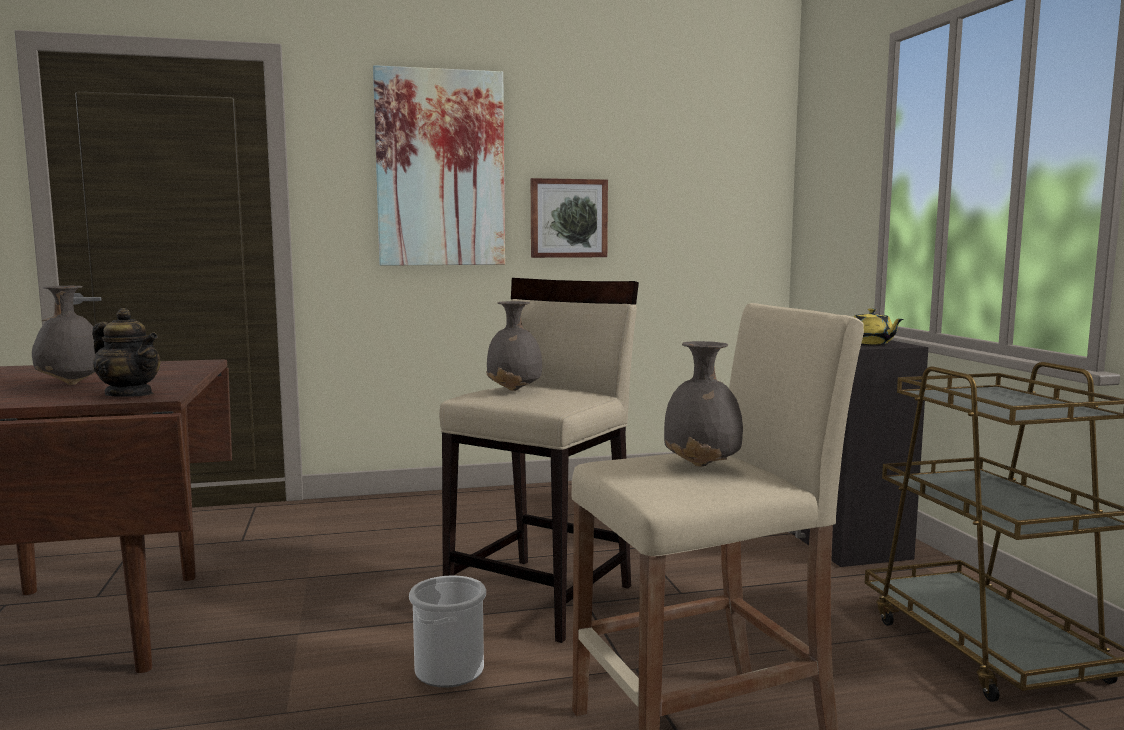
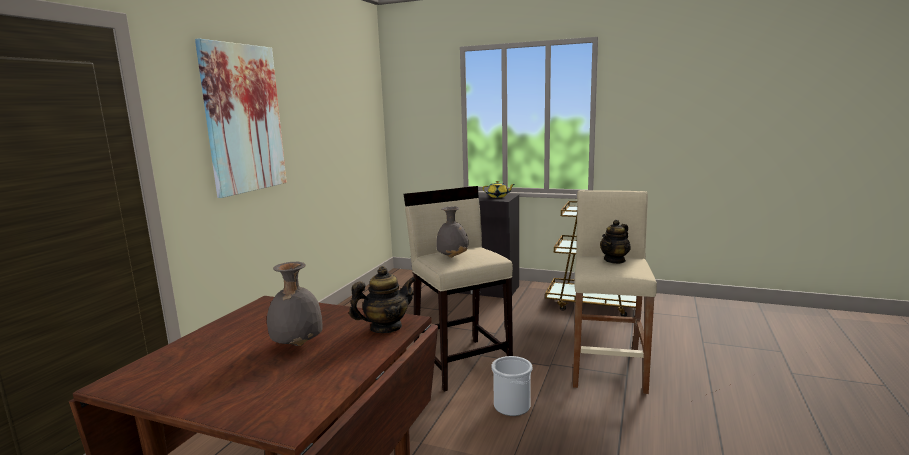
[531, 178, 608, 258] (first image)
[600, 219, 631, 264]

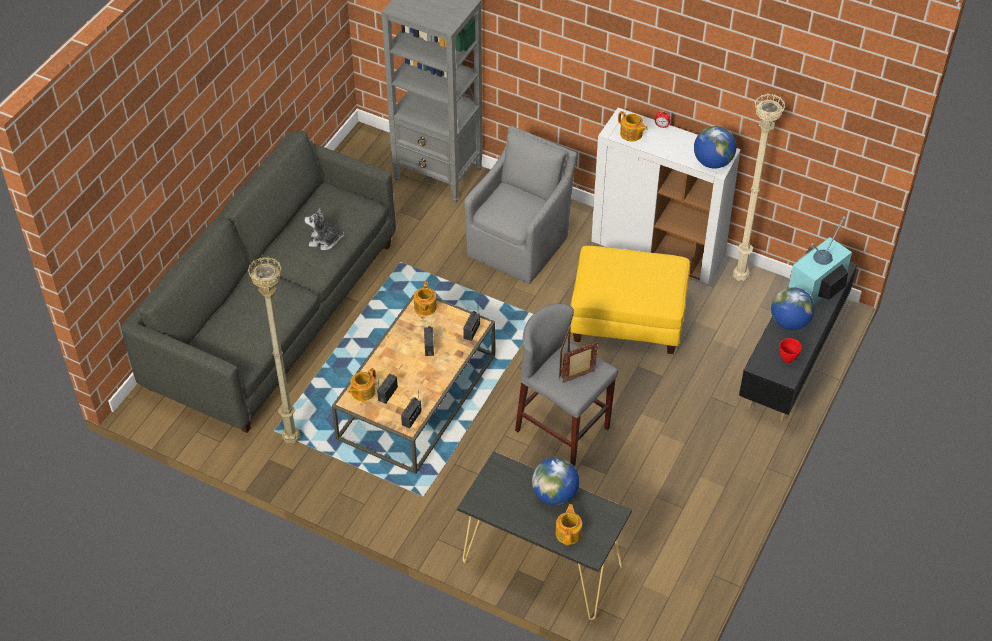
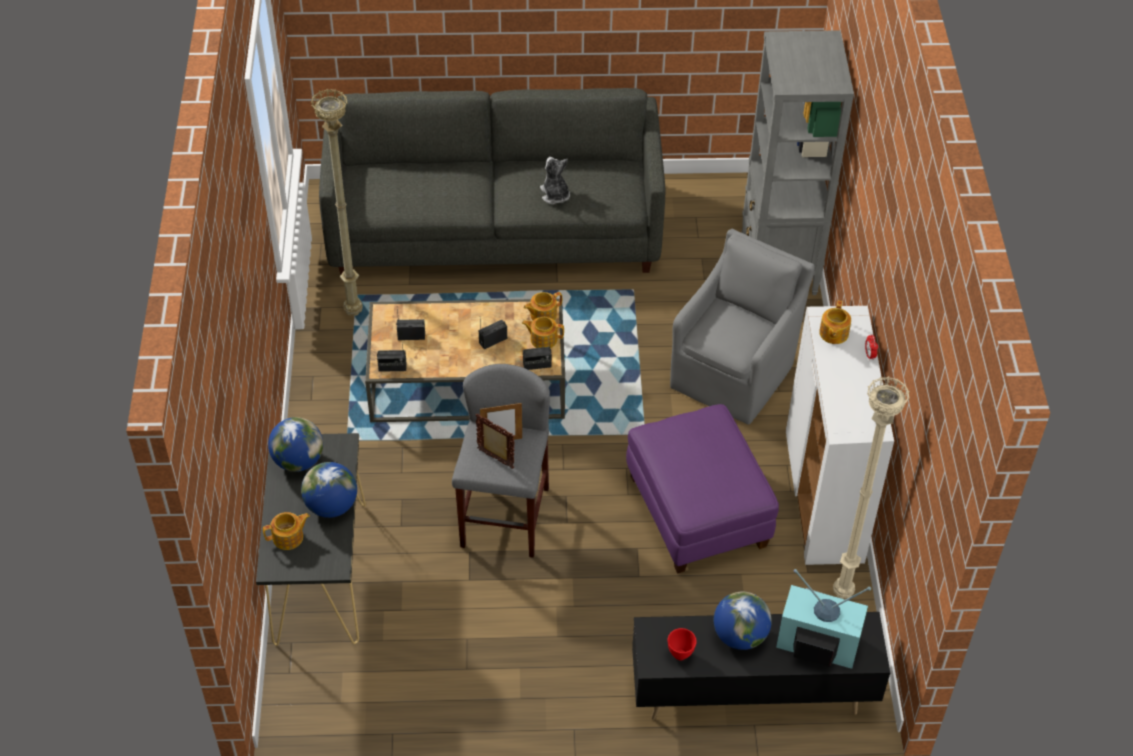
[670, 229, 815, 425]
[268, 417, 323, 472]
[626, 404, 779, 574]
[522, 317, 564, 348]

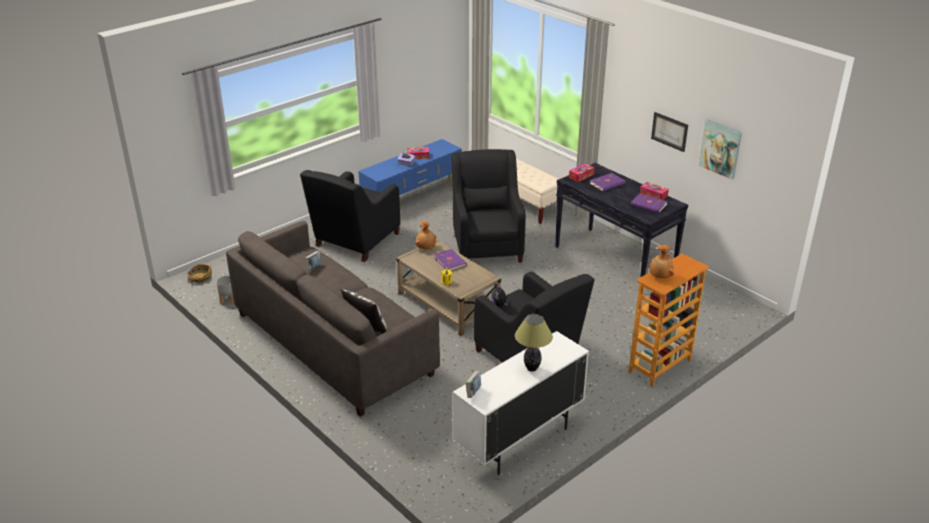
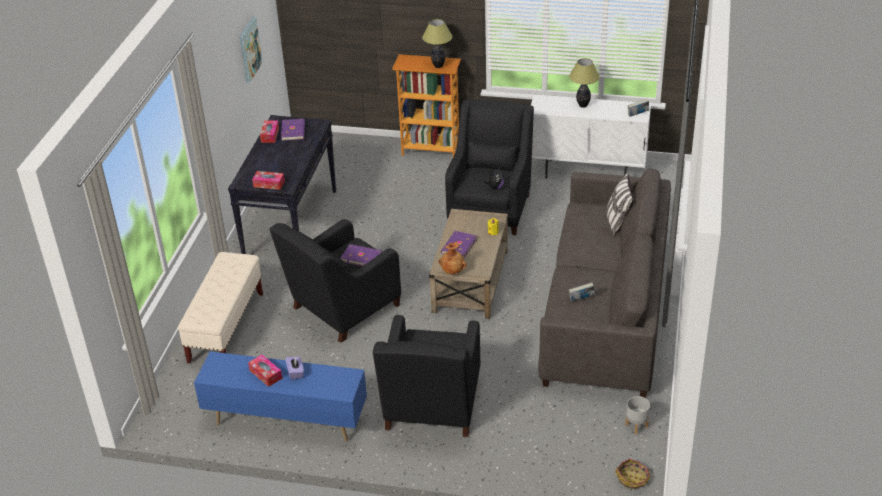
[651, 112, 688, 152] (first image)
[373, 315, 480, 437]
[341, 244, 382, 266]
[422, 19, 452, 68]

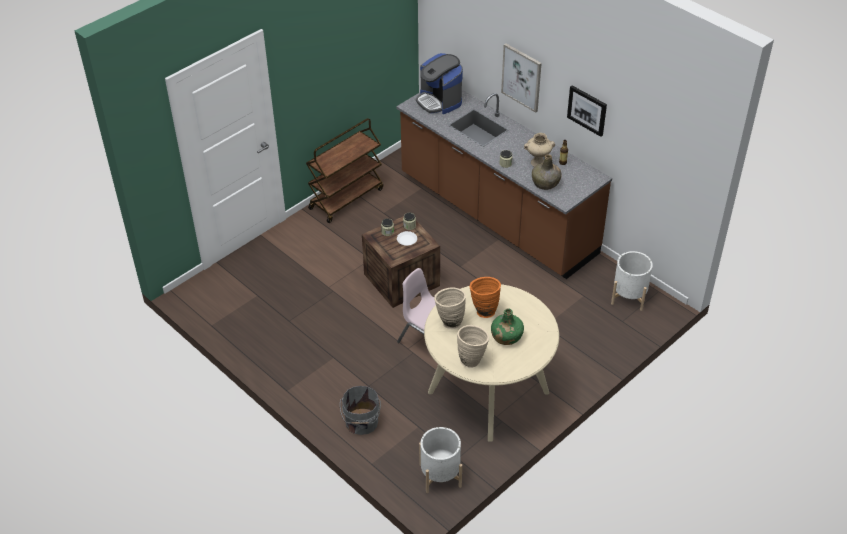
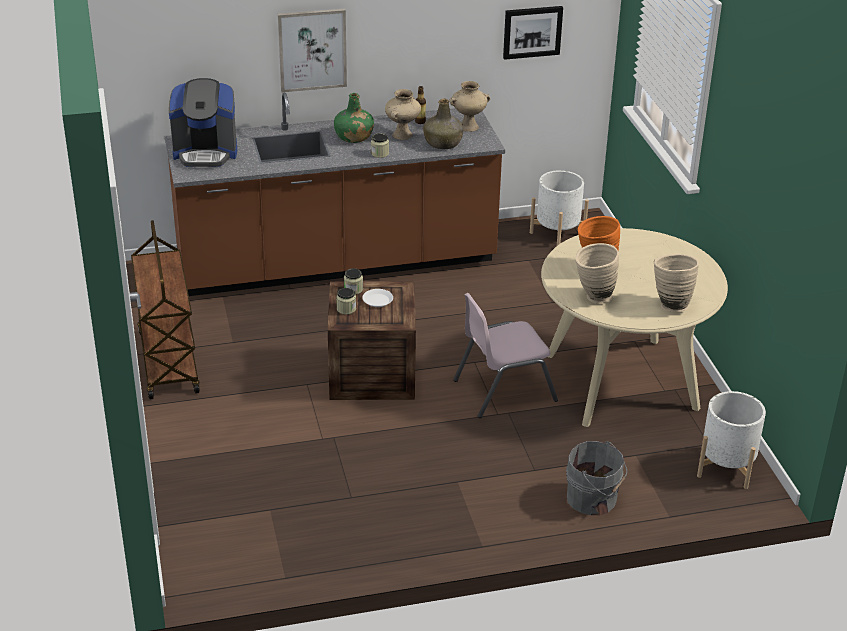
[503, 6, 563, 60]
[334, 93, 374, 143]
[449, 81, 490, 132]

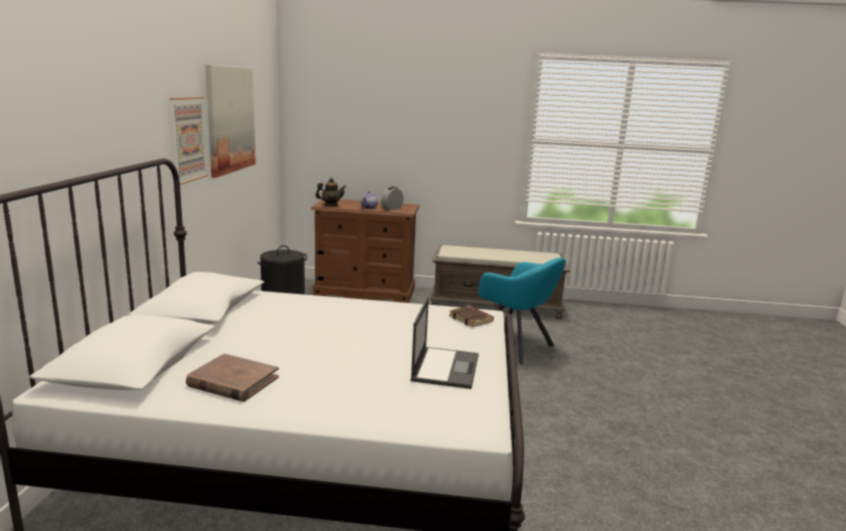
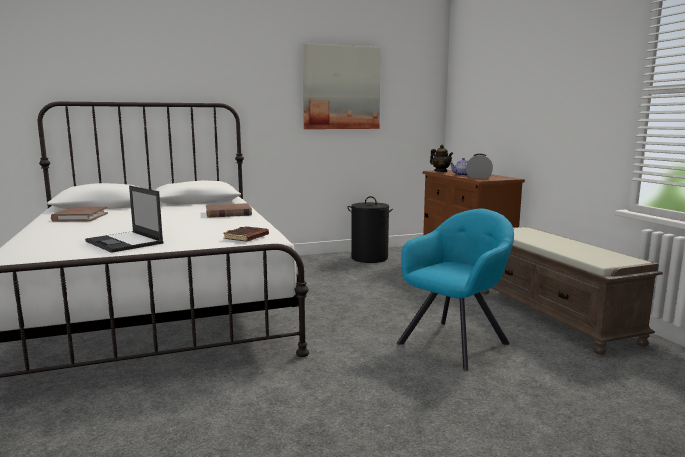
[170, 97, 208, 185] (first image)
[396, 208, 514, 371]
[85, 185, 164, 253]
[206, 203, 252, 218]

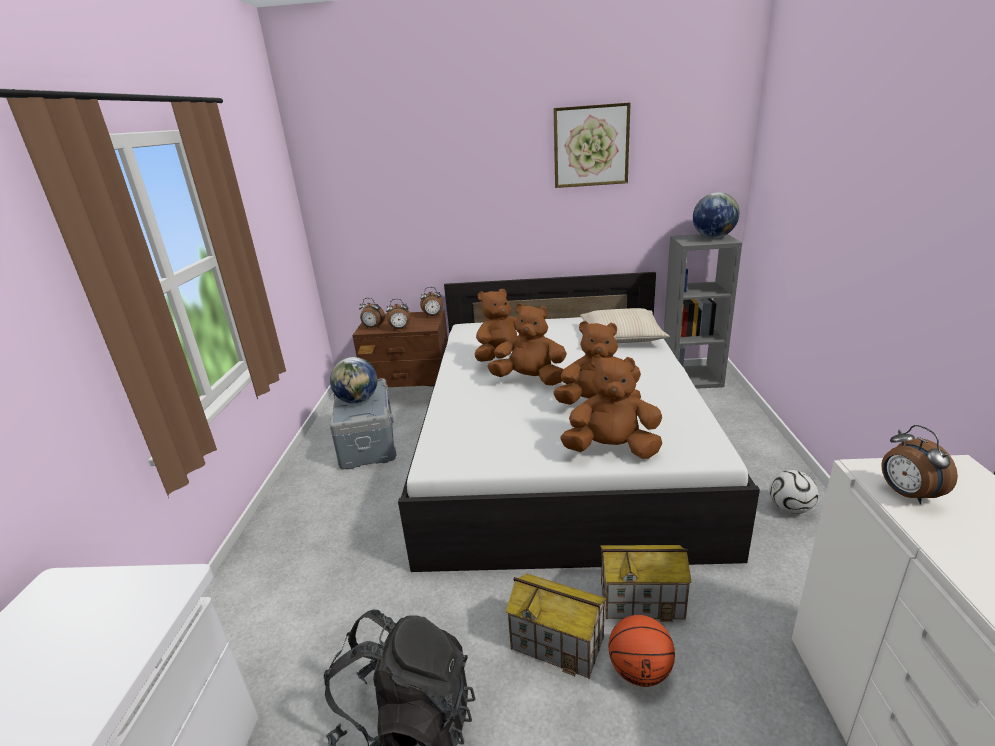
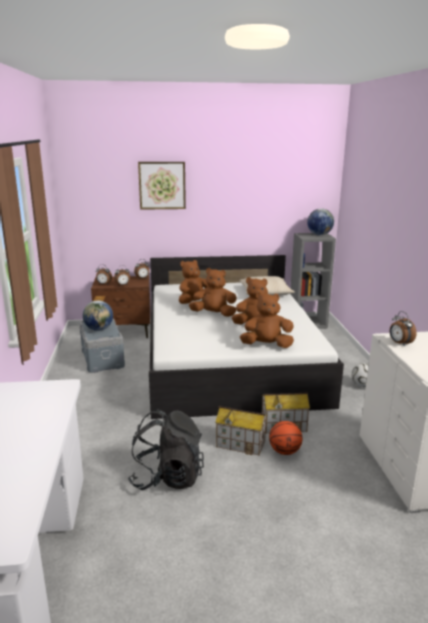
[138, 162, 186, 210]

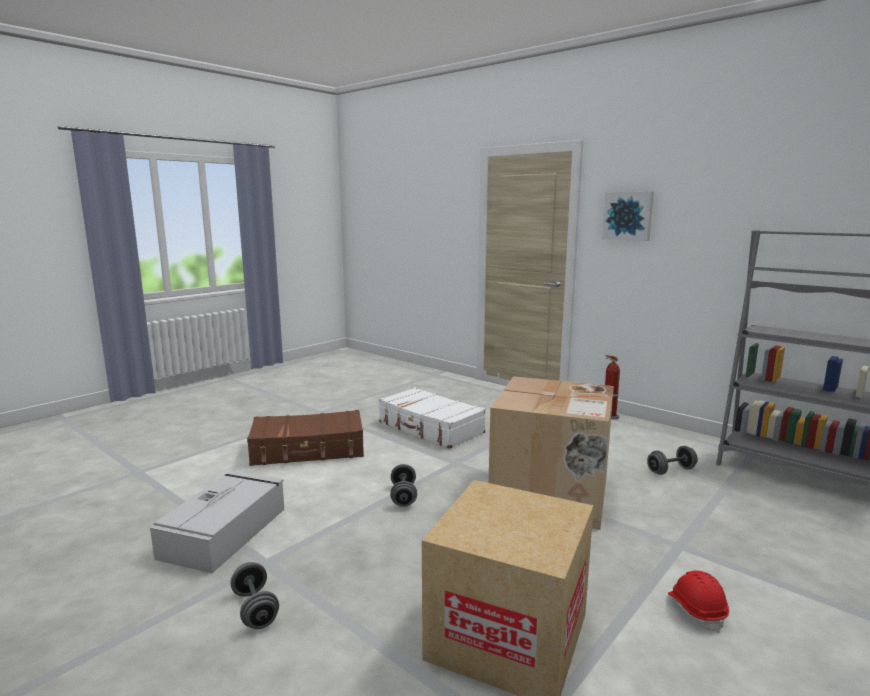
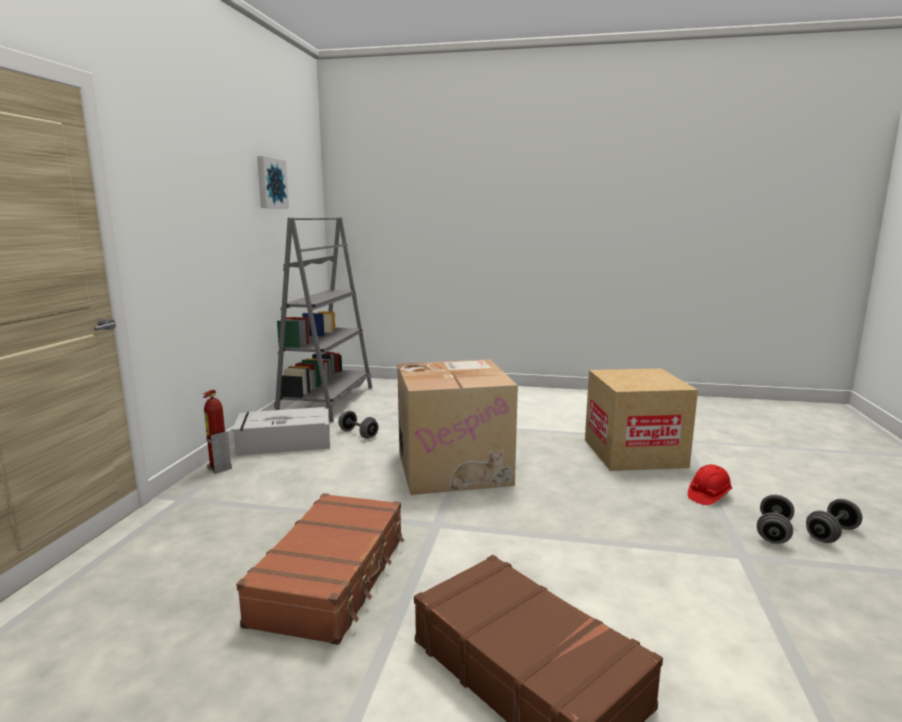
[257, 156, 289, 209]
[236, 493, 404, 645]
[806, 499, 862, 543]
[232, 407, 330, 456]
[688, 464, 732, 505]

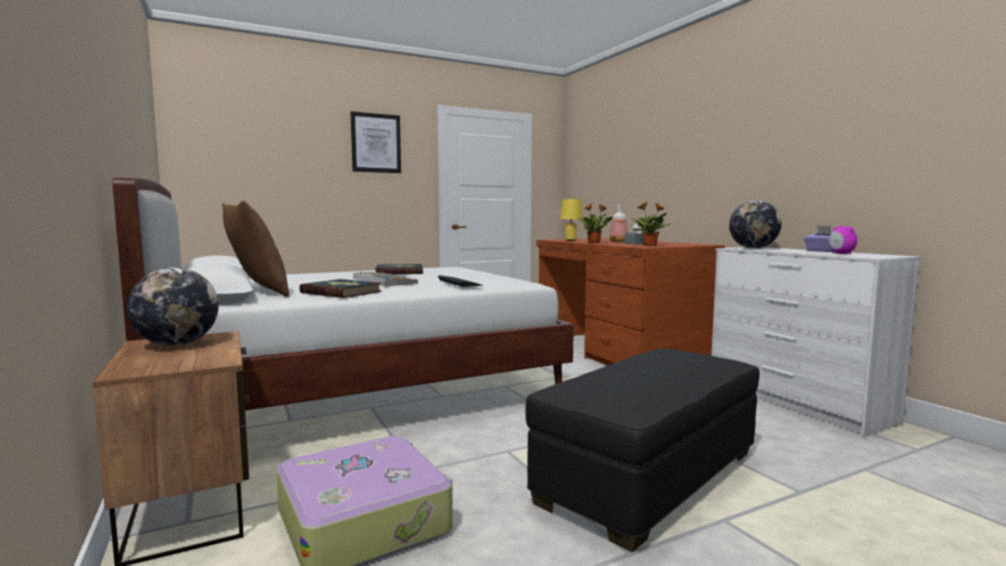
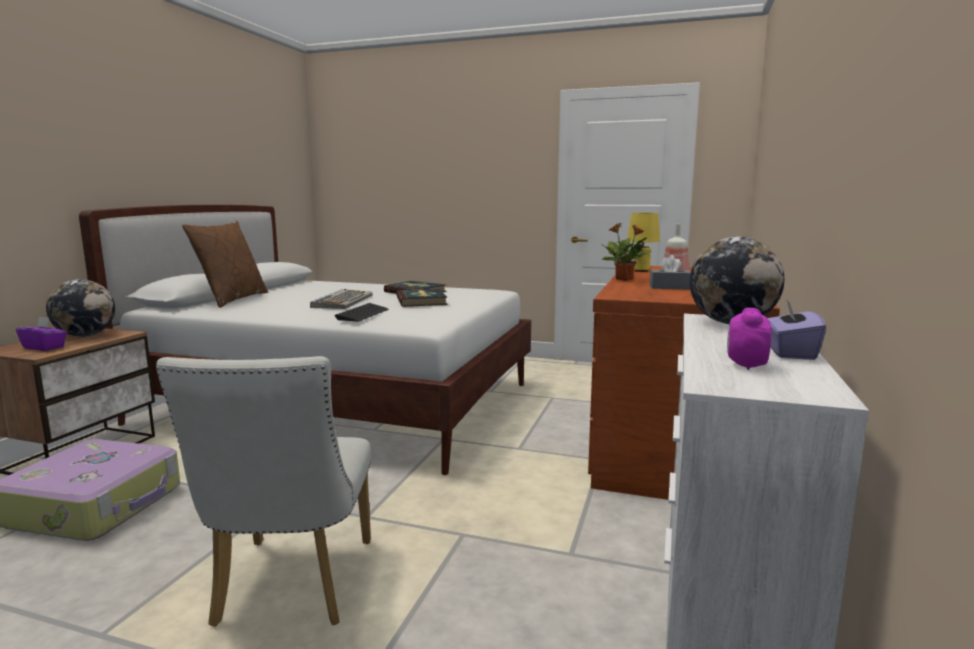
[350, 111, 401, 173] (first image)
[631, 202, 671, 246] (first image)
[396, 289, 447, 307]
[156, 356, 371, 627]
[16, 316, 67, 351]

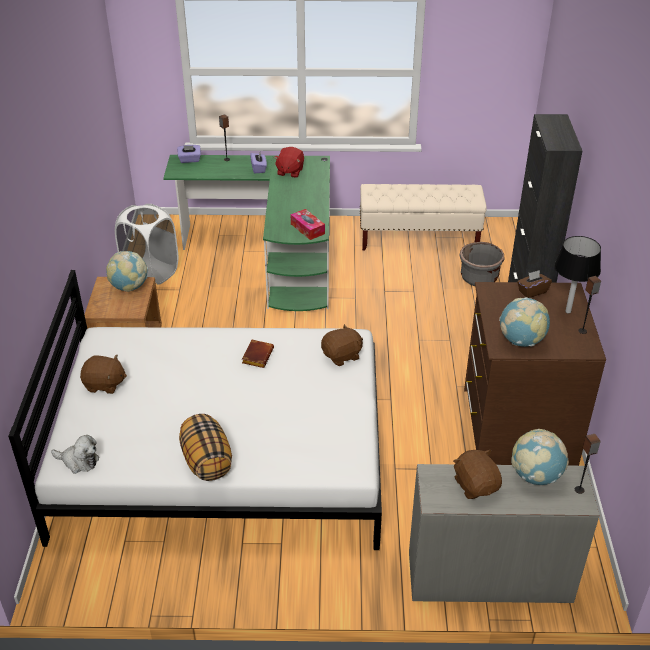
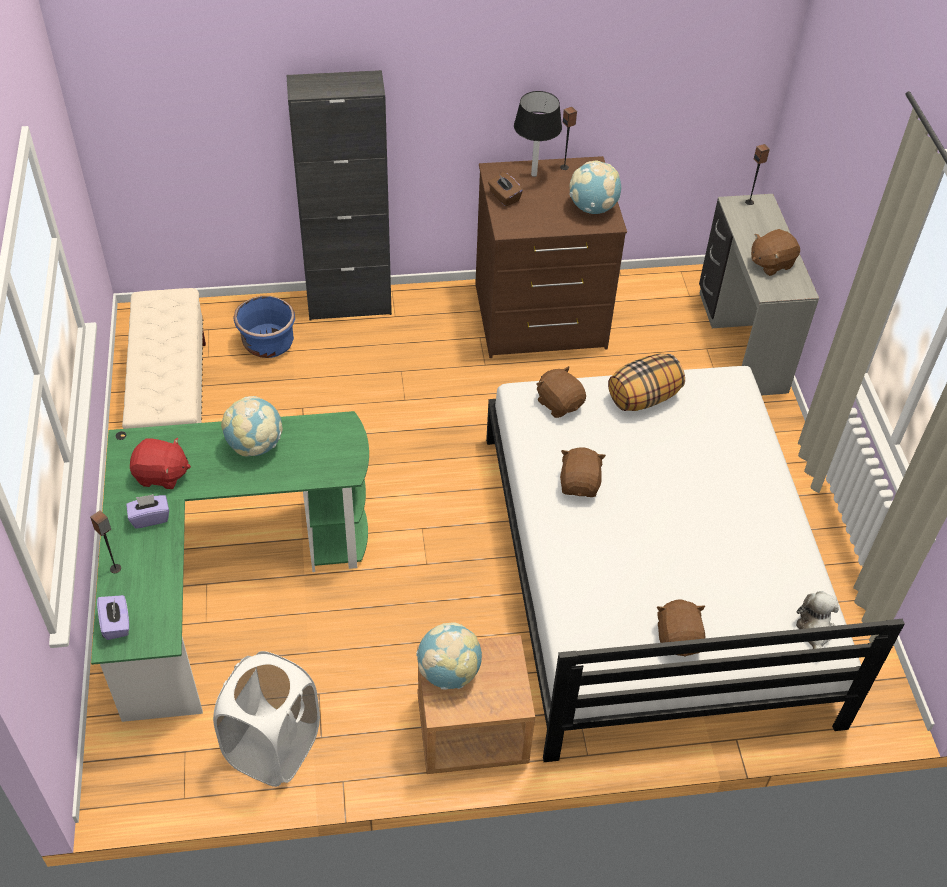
[291, 209, 325, 240] (first image)
[233, 296, 295, 358]
[560, 447, 606, 497]
[608, 354, 685, 411]
[221, 396, 283, 456]

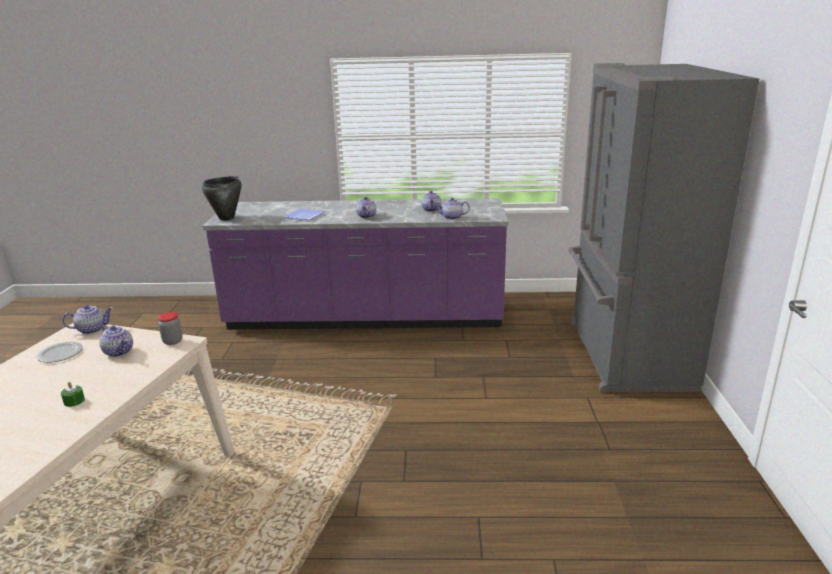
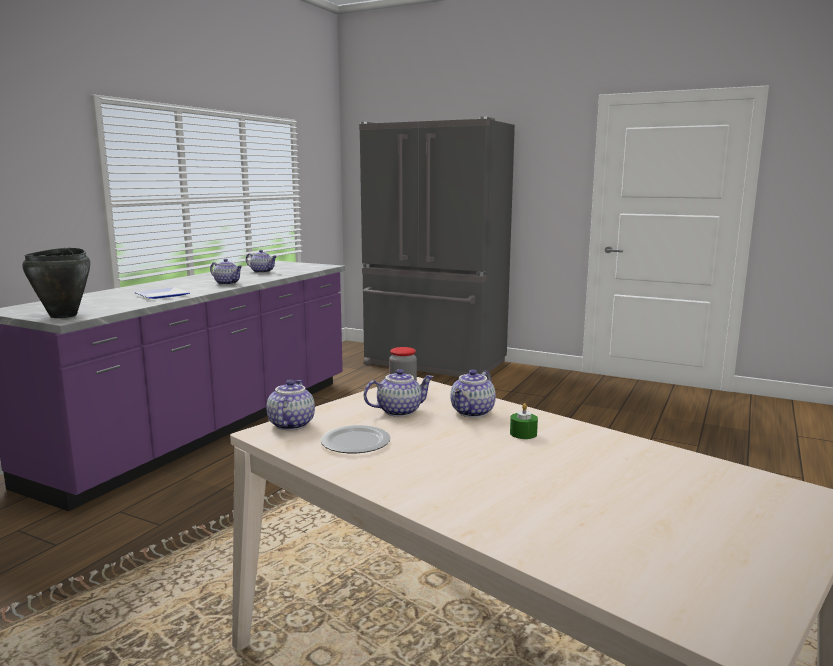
[450, 370, 496, 418]

